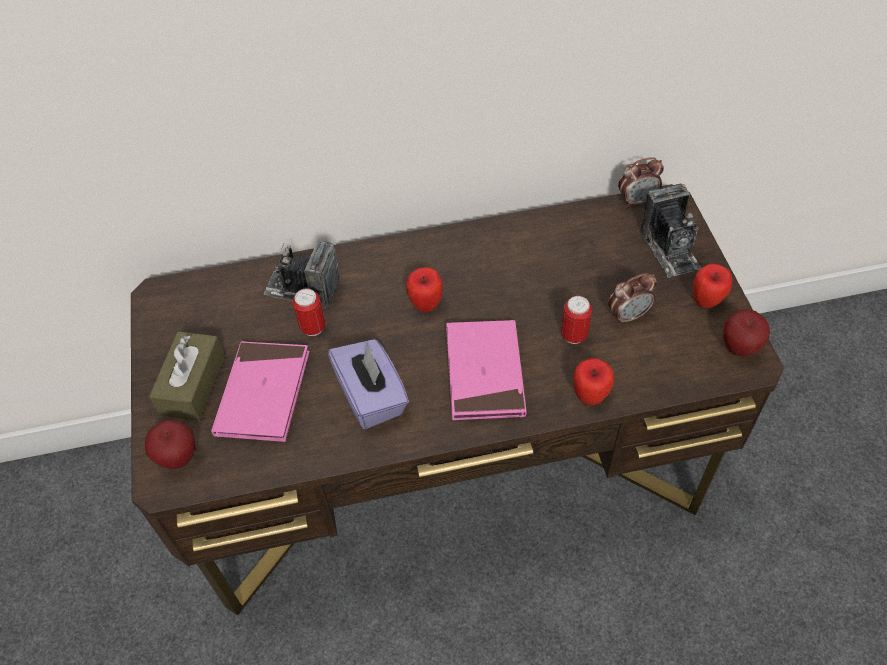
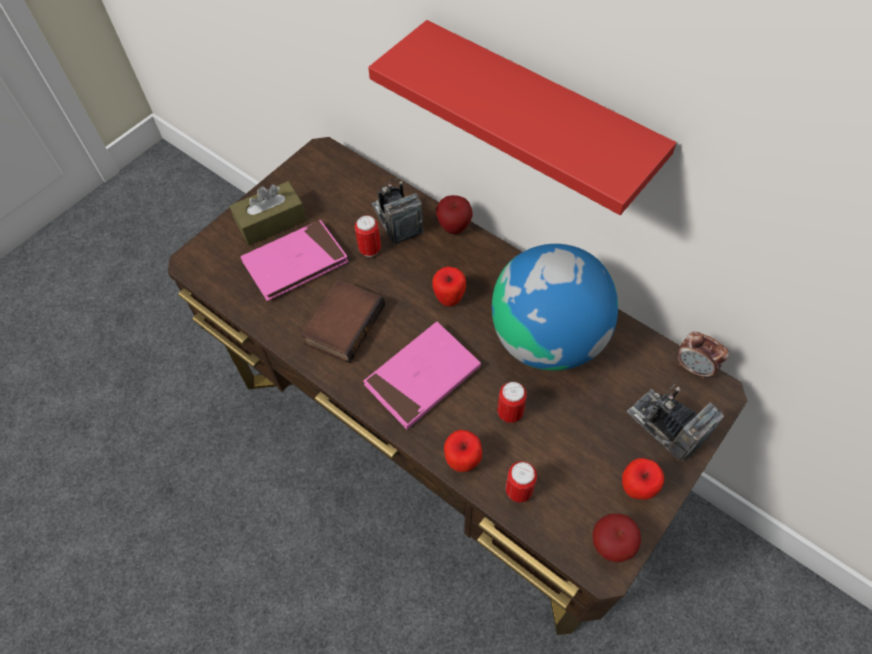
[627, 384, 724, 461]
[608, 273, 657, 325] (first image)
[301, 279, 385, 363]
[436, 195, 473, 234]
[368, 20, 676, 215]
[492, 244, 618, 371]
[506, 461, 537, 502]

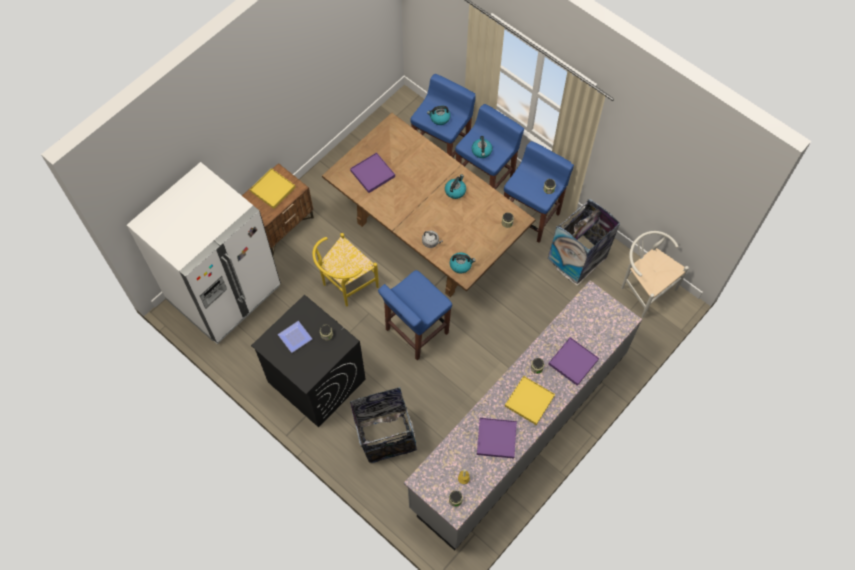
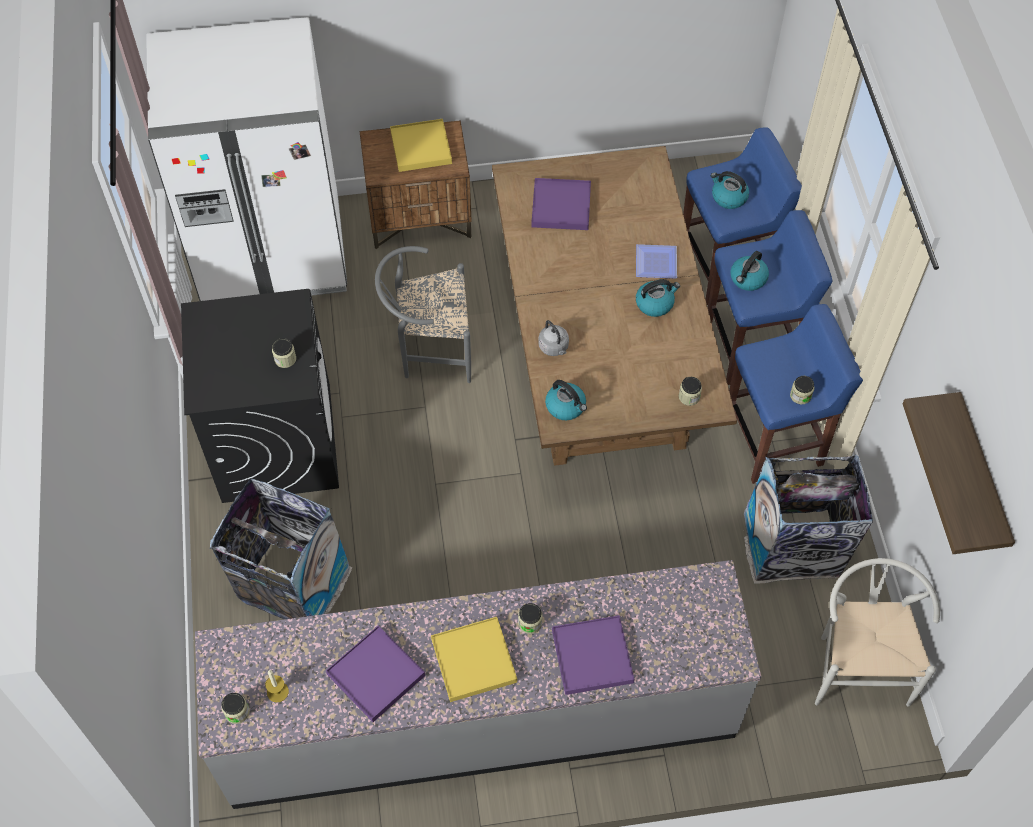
[375, 246, 471, 383]
[378, 270, 452, 360] (first image)
[636, 244, 677, 278]
[902, 392, 1015, 554]

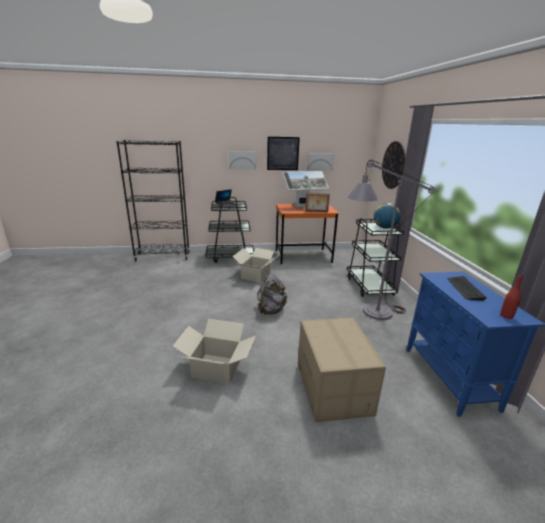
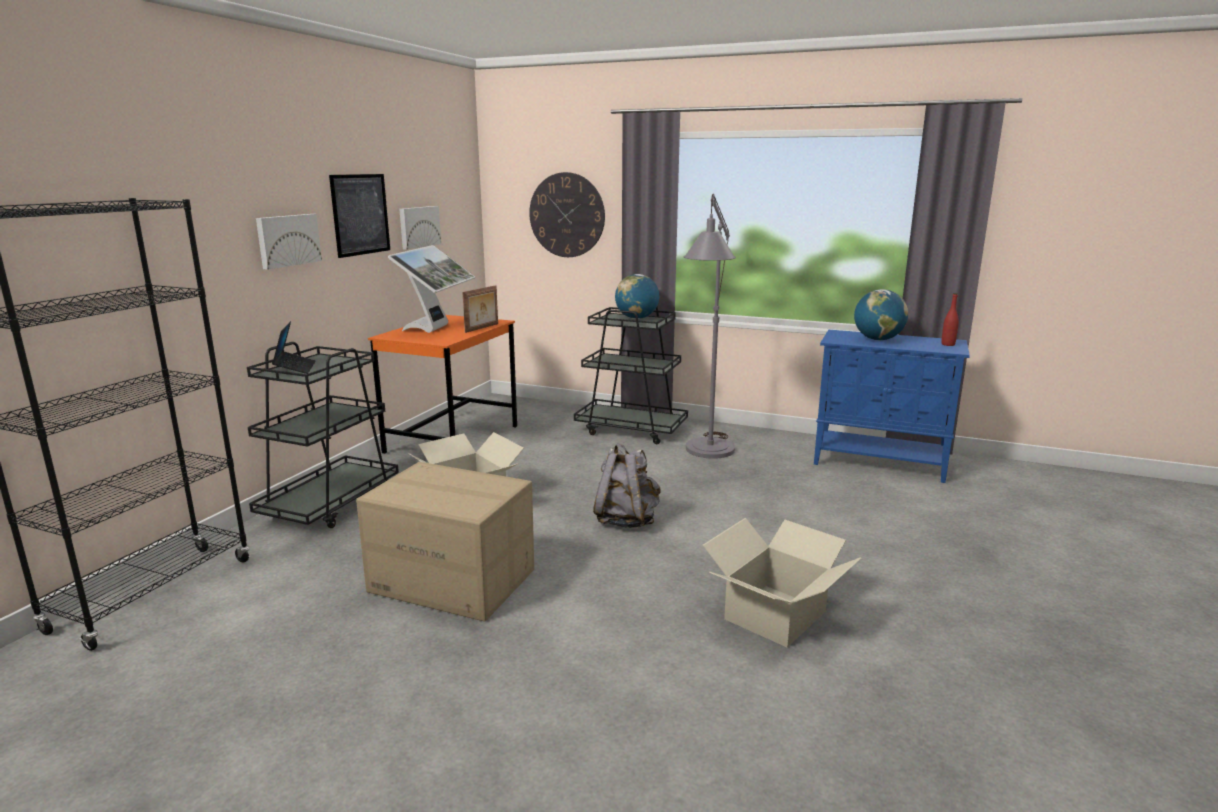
[854, 289, 908, 340]
[356, 462, 534, 622]

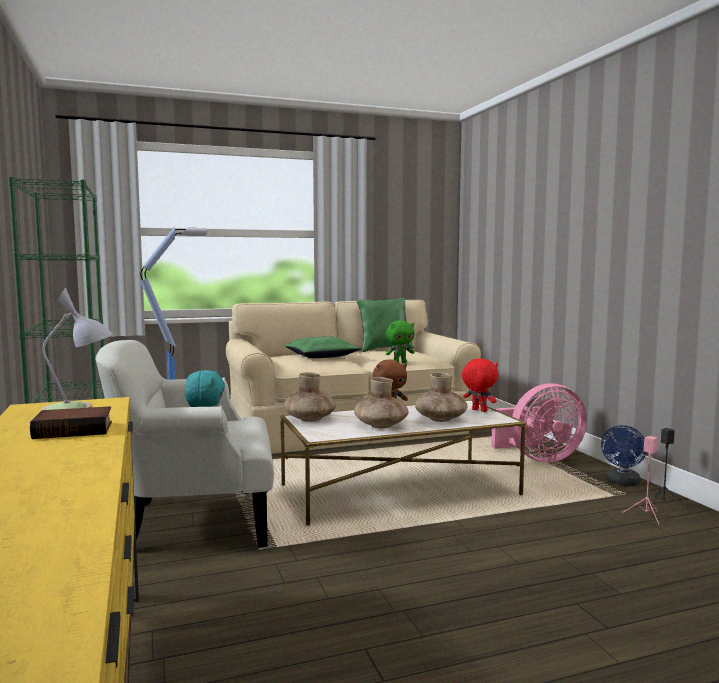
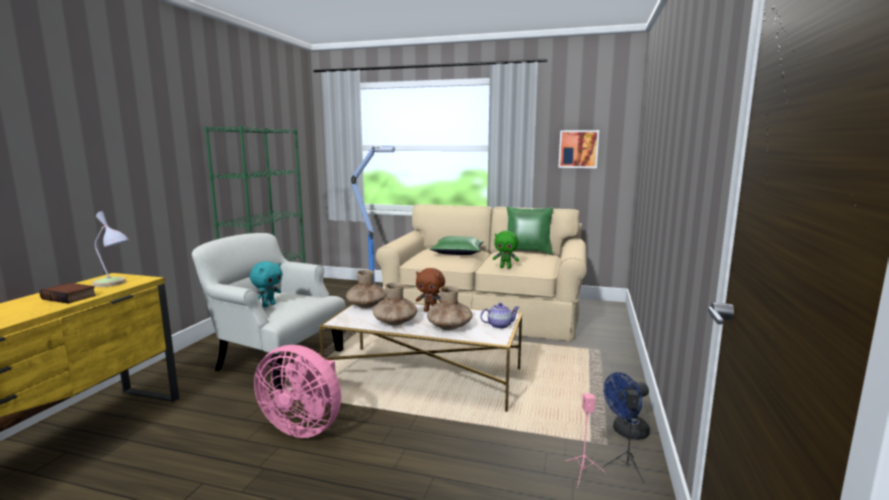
[480, 303, 520, 329]
[254, 345, 341, 438]
[558, 130, 599, 168]

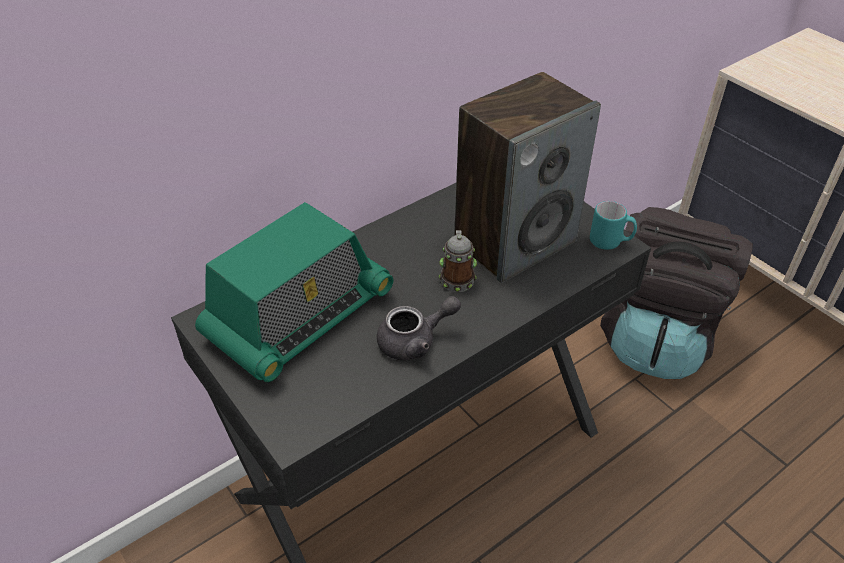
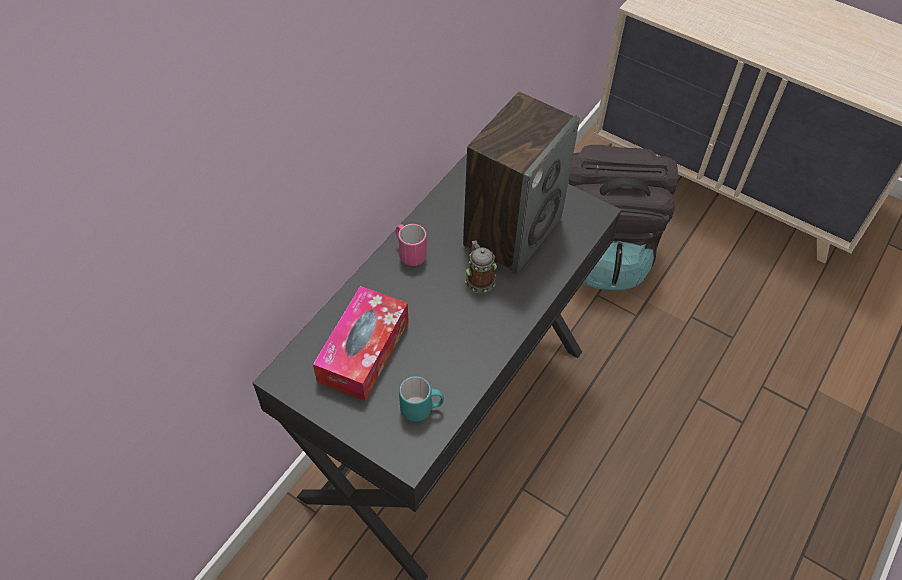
[399, 376, 444, 422]
[313, 286, 408, 401]
[377, 296, 461, 360] (first image)
[396, 224, 427, 266]

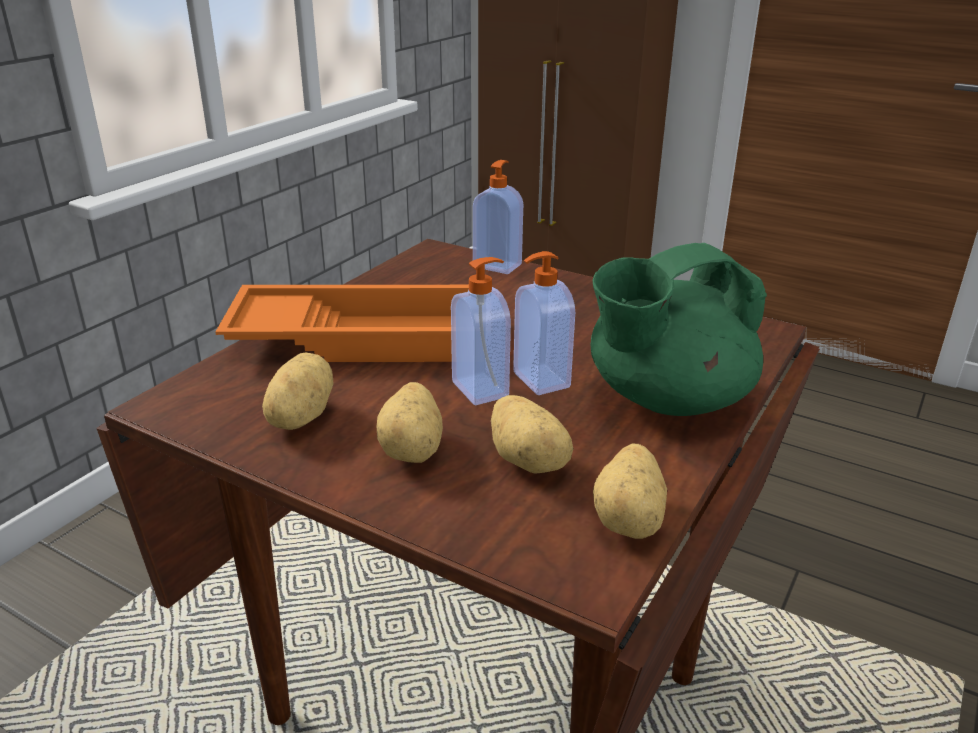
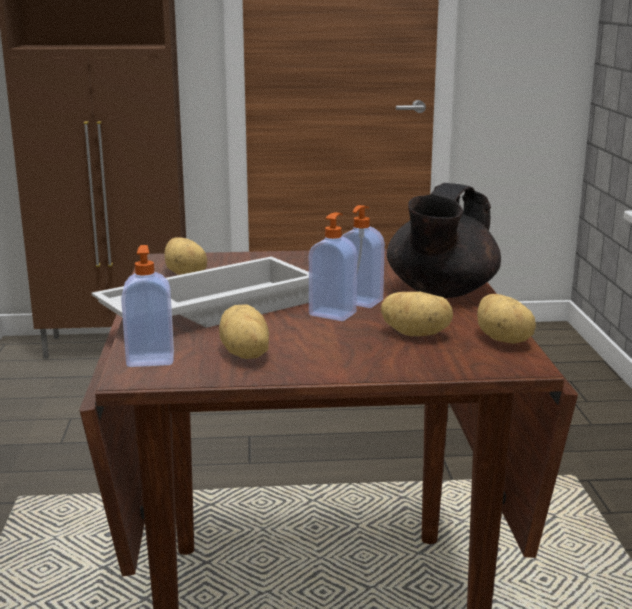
[121, 245, 174, 367]
[387, 183, 501, 298]
[92, 256, 309, 328]
[164, 237, 207, 275]

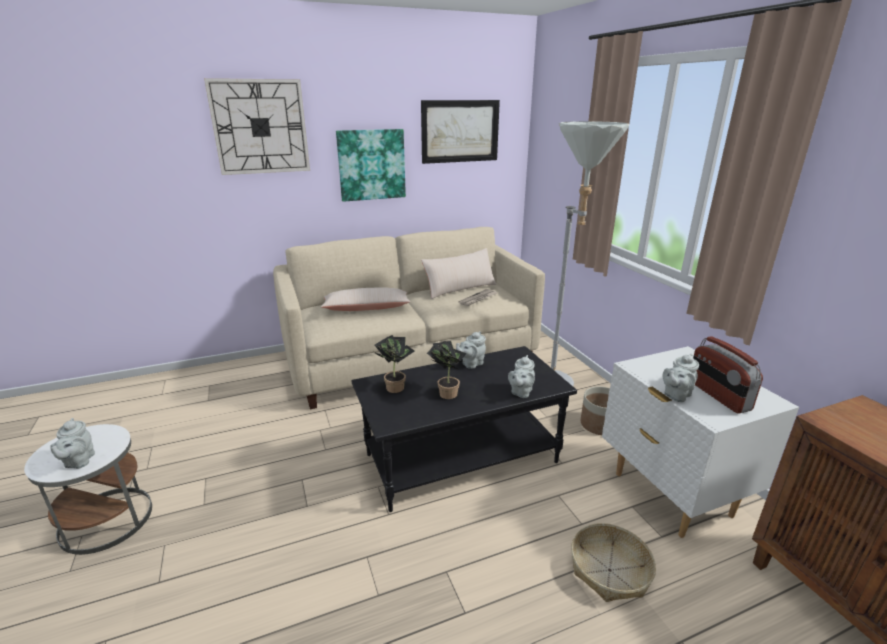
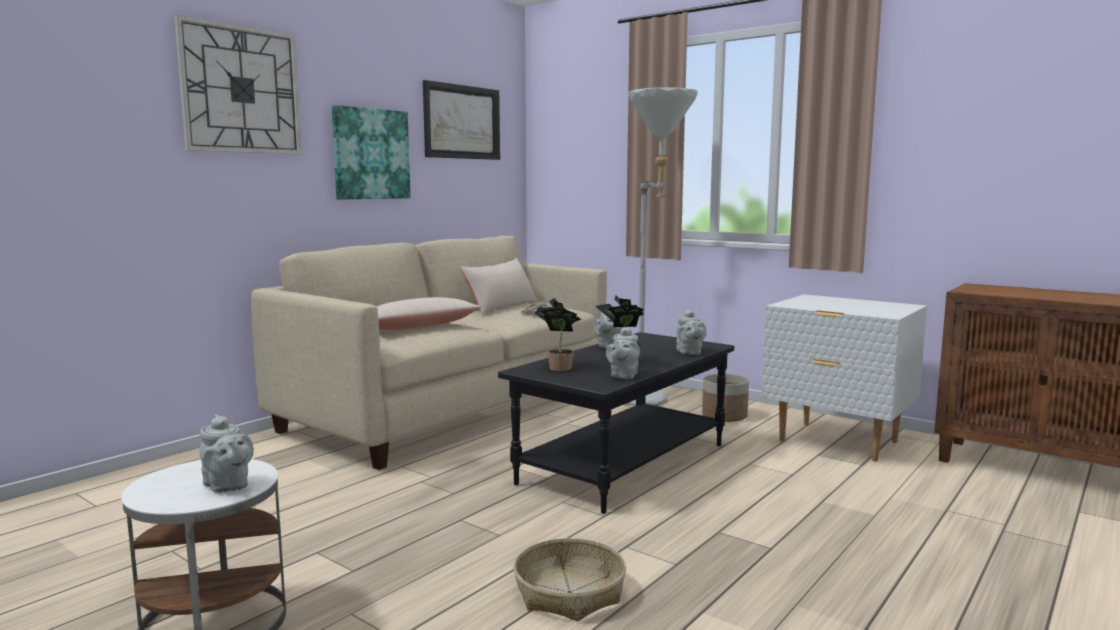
[693, 337, 763, 414] (first image)
[606, 326, 640, 379]
[514, 538, 626, 621]

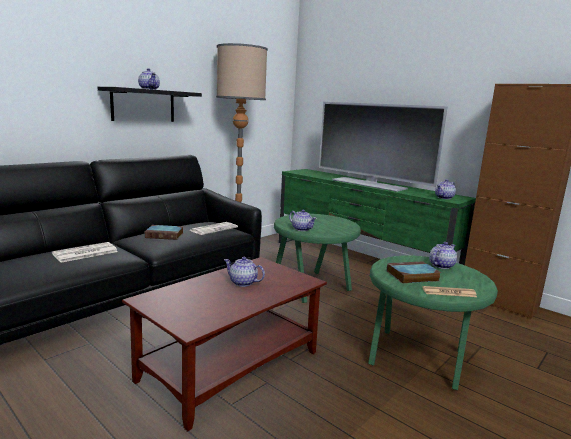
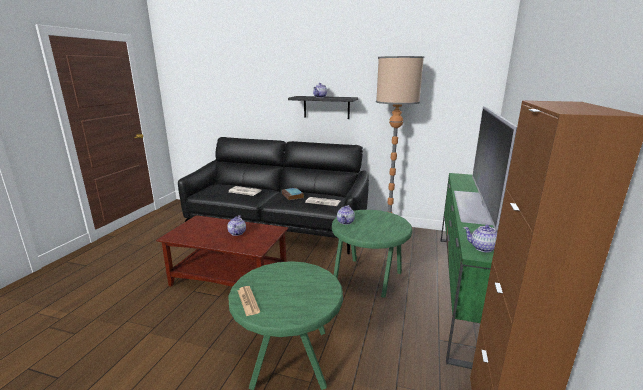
[429, 242, 457, 269] (first image)
[387, 261, 441, 283] (first image)

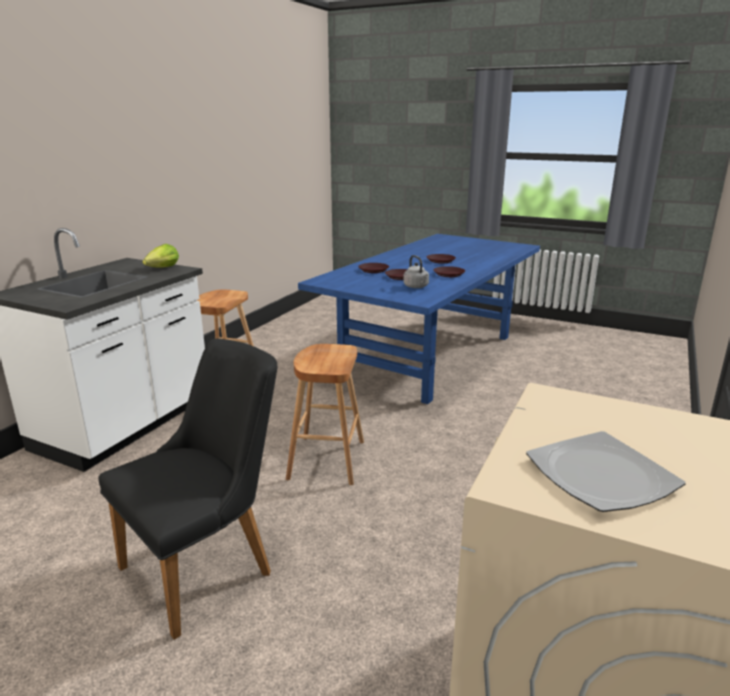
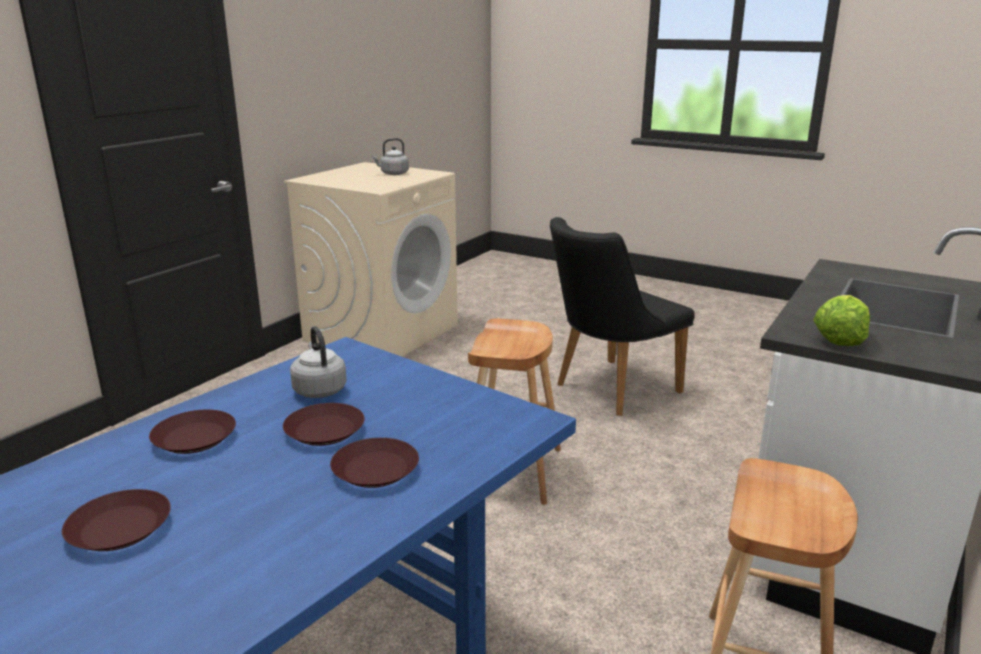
[372, 138, 409, 175]

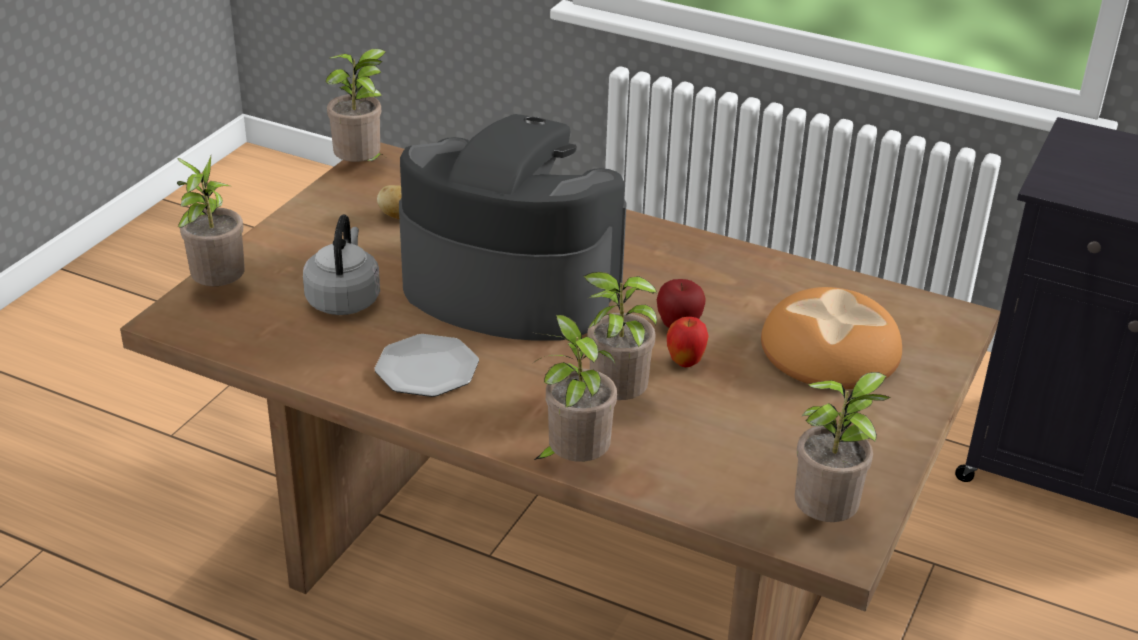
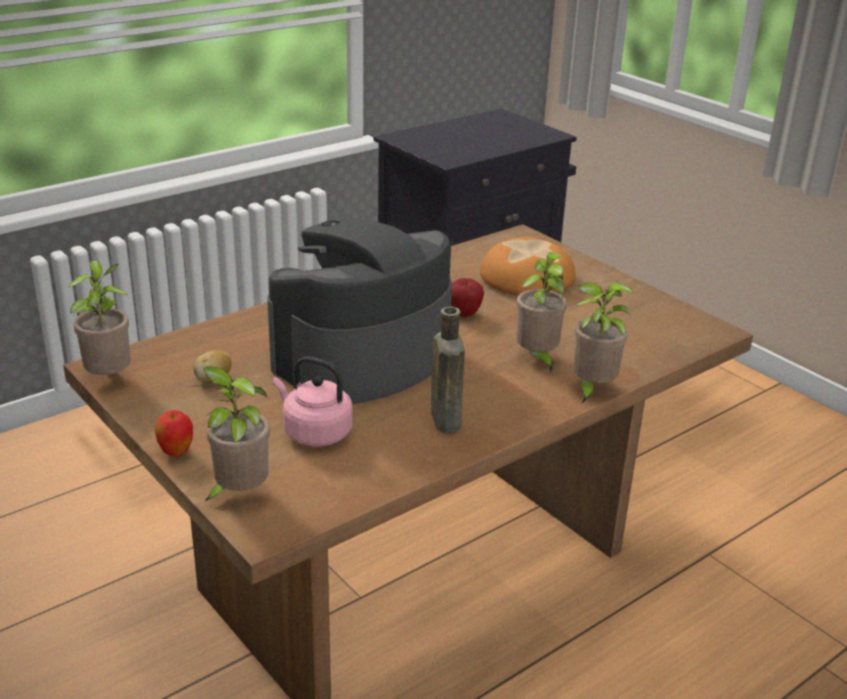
[273, 356, 353, 447]
[155, 410, 193, 457]
[431, 306, 465, 433]
[795, 372, 891, 522] (first image)

